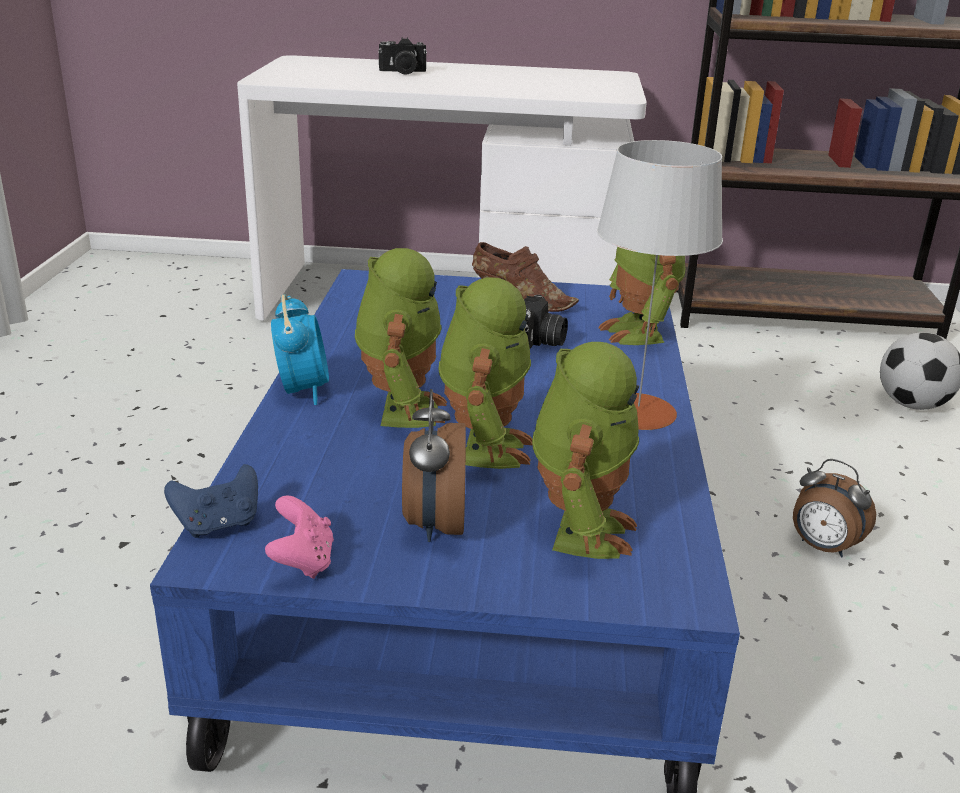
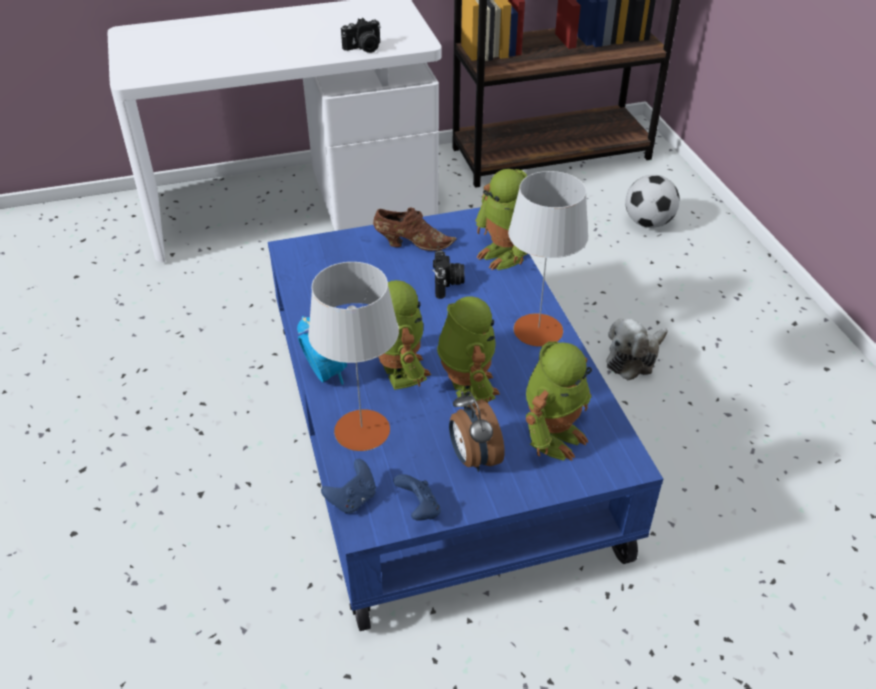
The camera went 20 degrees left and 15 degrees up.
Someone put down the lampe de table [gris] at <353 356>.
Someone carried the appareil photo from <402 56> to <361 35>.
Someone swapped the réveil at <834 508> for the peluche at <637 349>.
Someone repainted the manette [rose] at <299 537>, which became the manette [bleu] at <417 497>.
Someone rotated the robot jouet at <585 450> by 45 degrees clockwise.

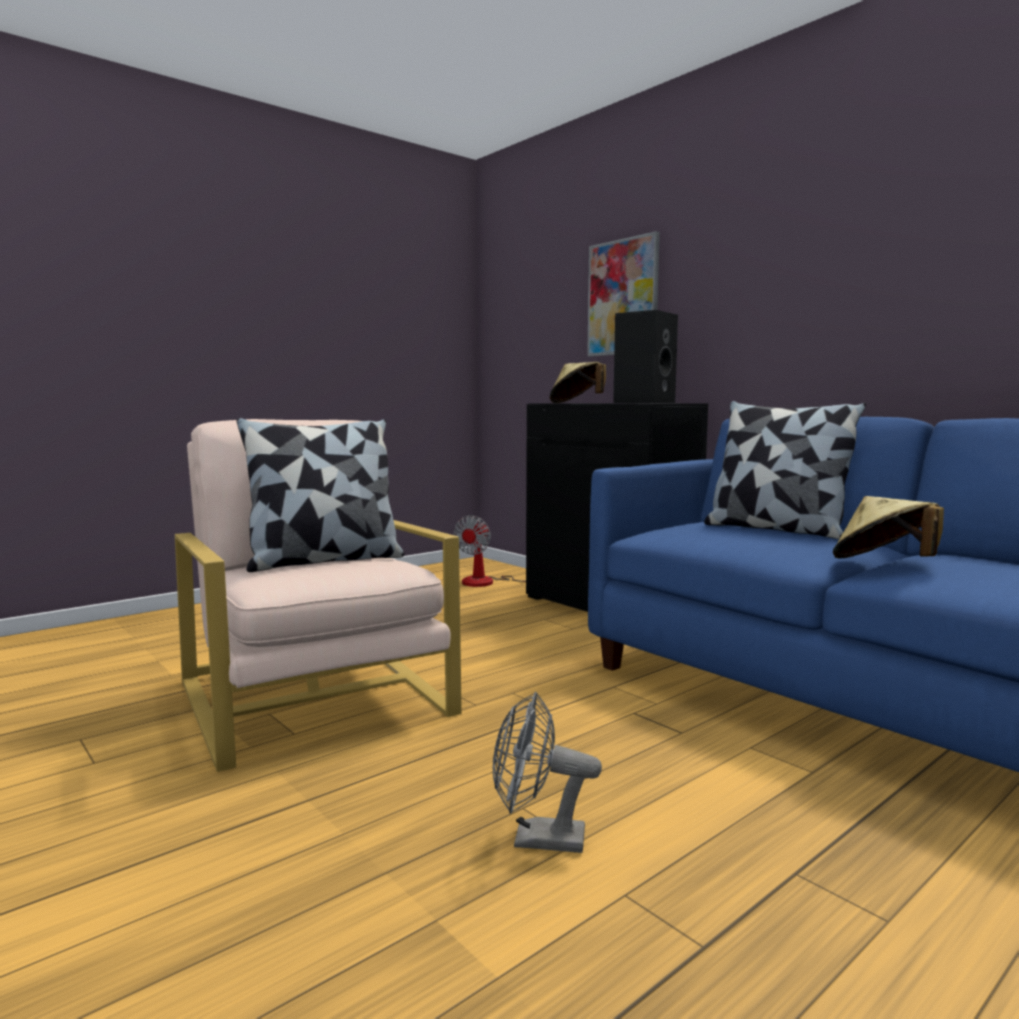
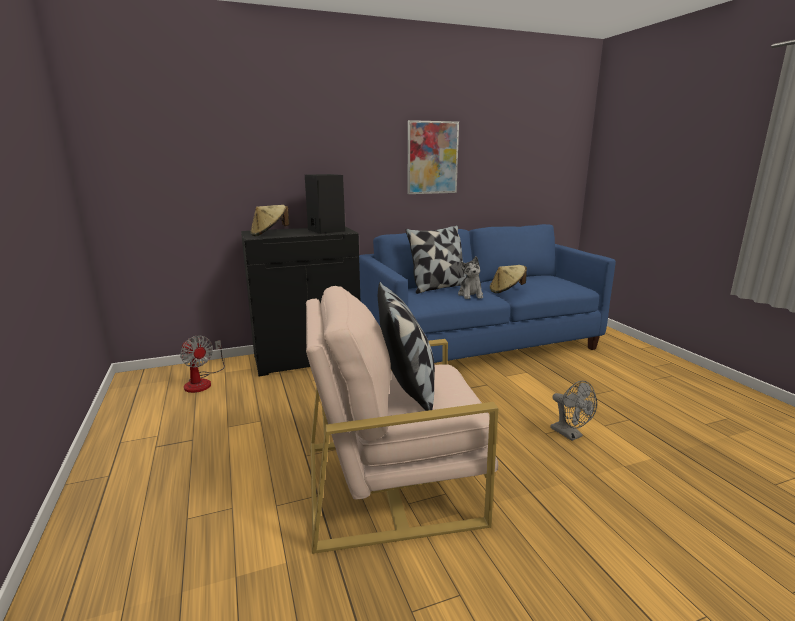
The camera went 70 degrees left and 10 degrees up.
Someone put down the peluche at <470 277>.
Someone carried the tableau from <623 294> to <433 157>.
Someone rotated the ventilateur [gris] at <547 772> by 60 degrees counterclockwise.

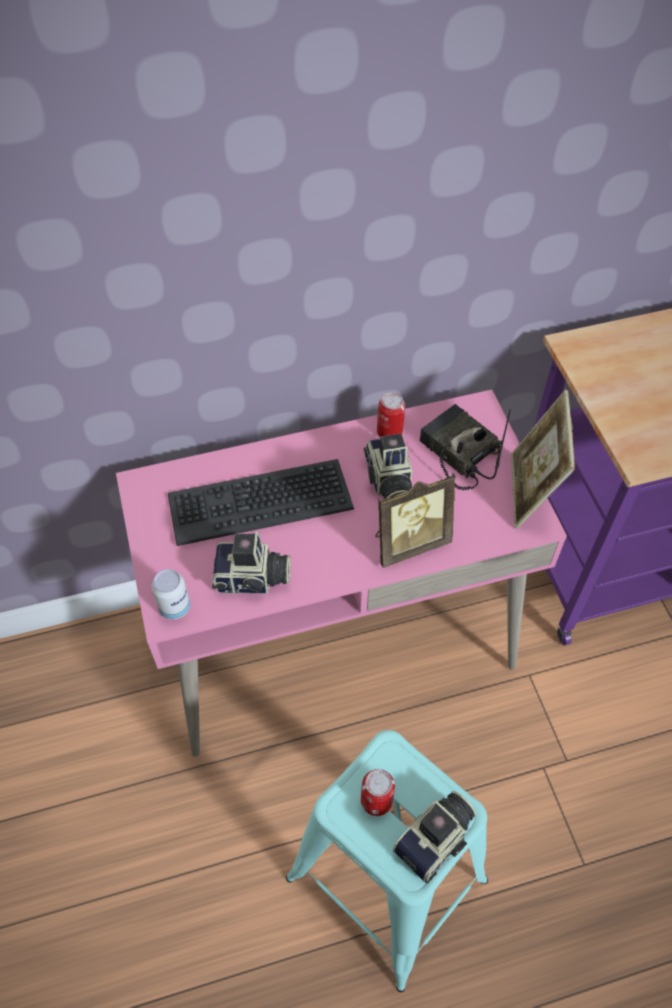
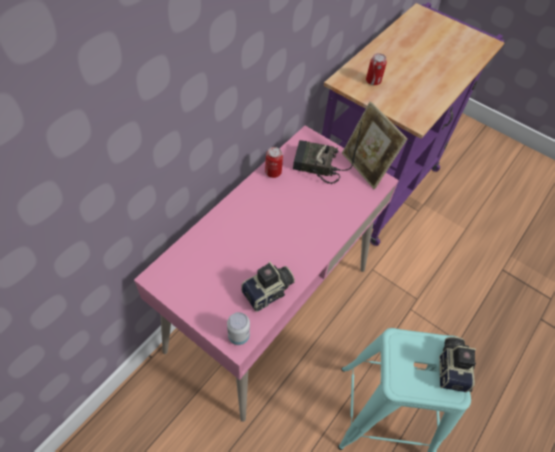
The camera went 40 degrees left and 0 degrees up.
Someone took away the clavier at <261 502>.
Someone took away the appareil photo at <388 466>.
Someone took away the cadre photo at <415 520>.
Someone carried the boîte métallique from <378 792> to <376 69>.

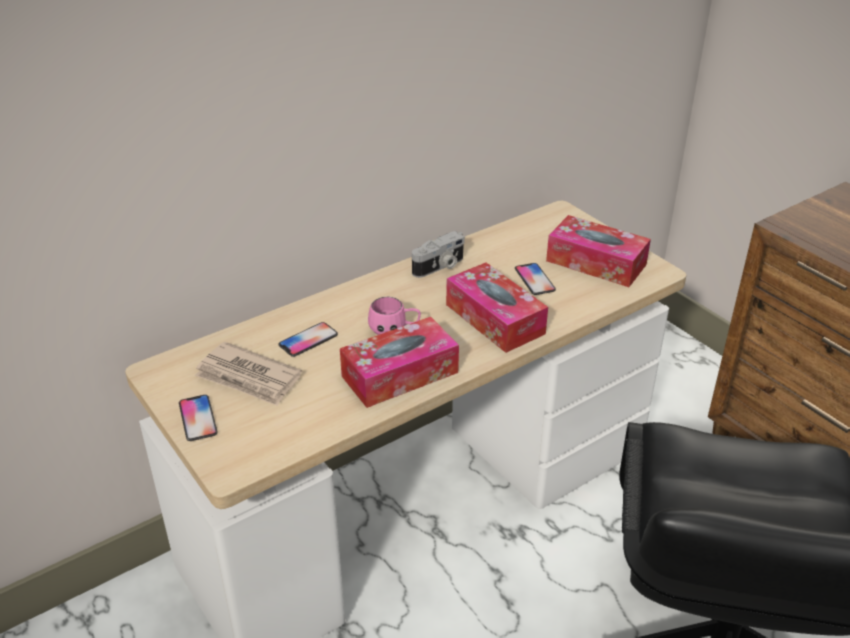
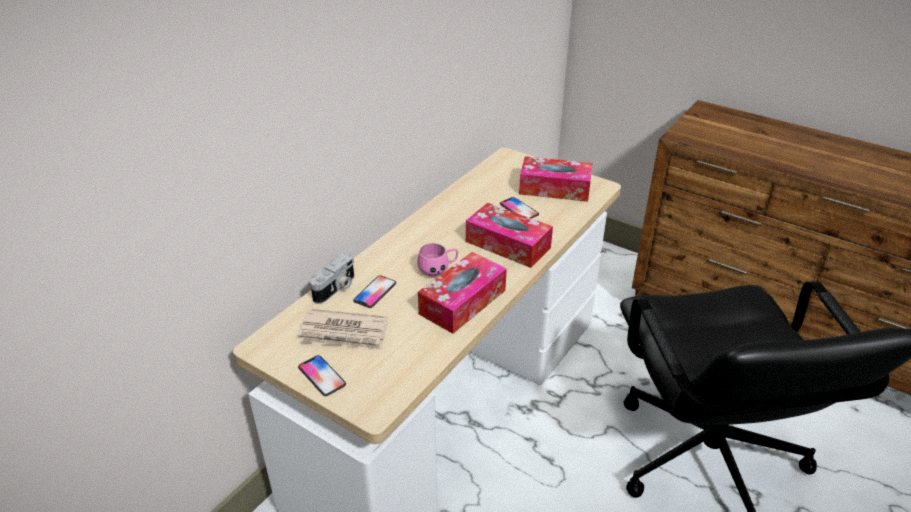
The camera went 20 degrees left and 0 degrees up.
Someone carried the appareil photo from <438 254> to <332 278>.

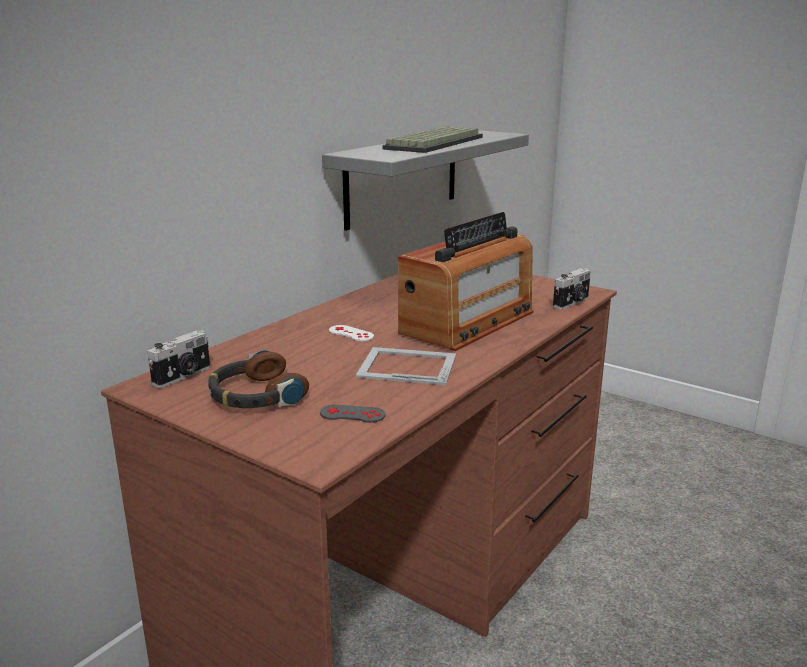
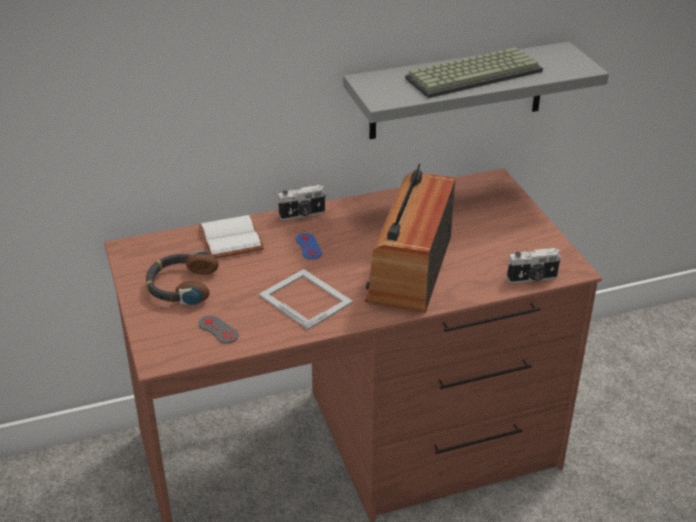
The camera went 35 degrees right and 15 degrees up.
Someone put down the livre [blanc] at <231 236>.
Someone carried the appareil photo from <178 359> to <301 202>.
Someone repainted the manette [blanc] at <351 333>, which became the manette [bleu] at <308 246>.
Someone rotated the radio at <465 281> by 120 degrees clockwise.

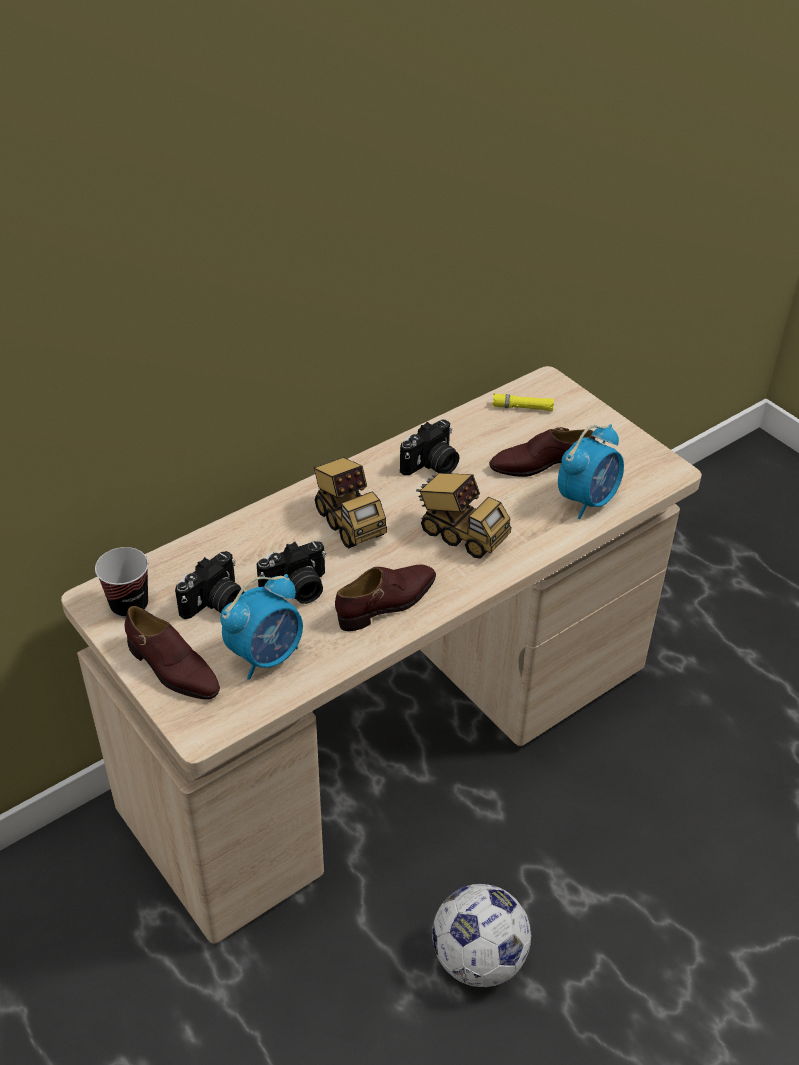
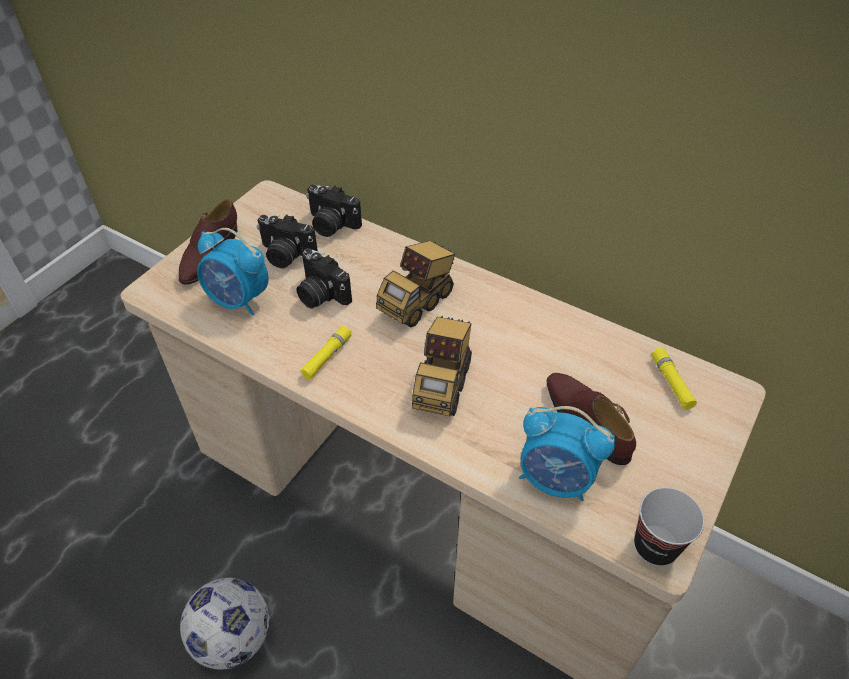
The camera went 70 degrees right and 5 degrees up.
Someone carried the tasse from <121 582> to <669 526>.
Someone carried the appareil photo from <429 448> to <334 210>.
Someone swapped the chaussure [marron] at <385 598> for the lampe de poche [jaune] at <326 352>.

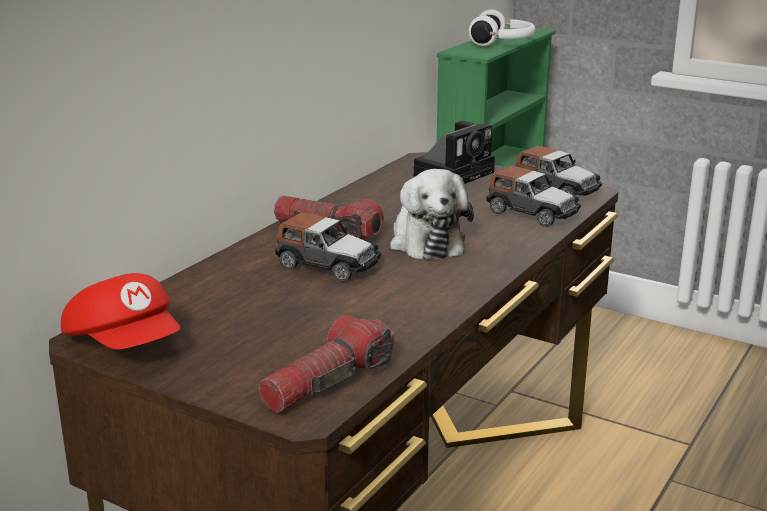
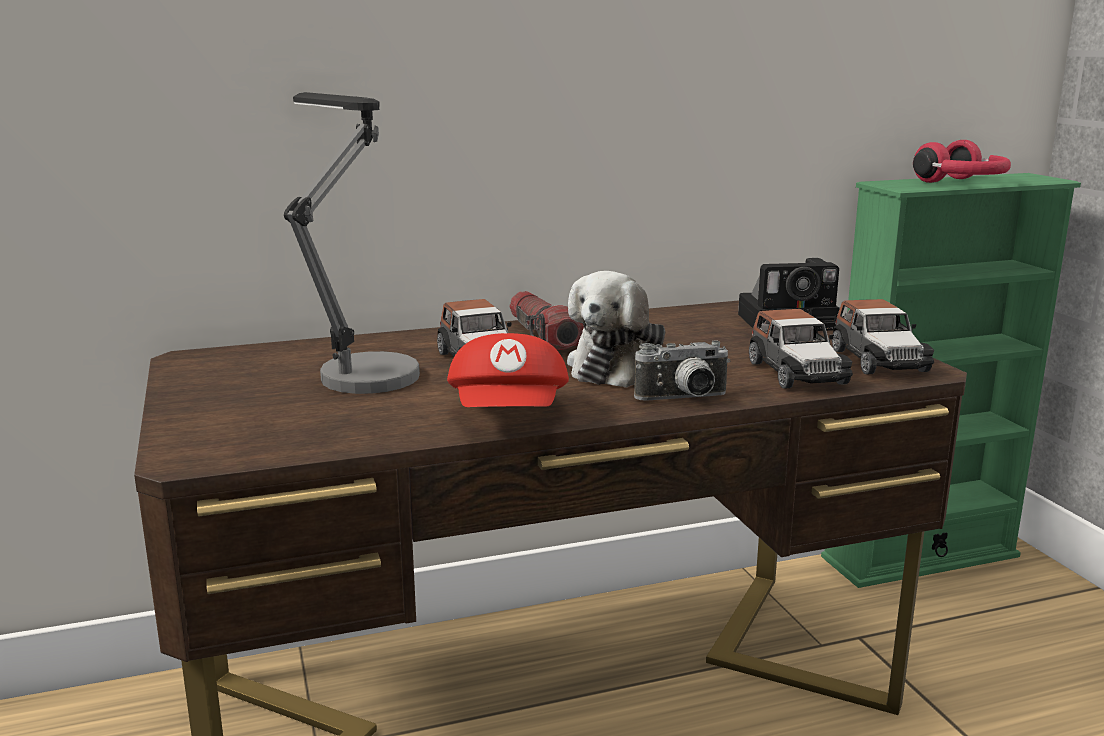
The camera went 40 degrees right and 5 degrees down.
Someone took away the lampe de poche at <327 364>.
Someone put down the lampe de table at <352 243>.
Someone put down the appareil photo at <682 371>.
Someone carried the casquette [rouge] from <121 311> to <508 370>.
Someone repainted the casque audio [blanc] at <501 27>, which became the casque audio [rouge] at <962 161>.

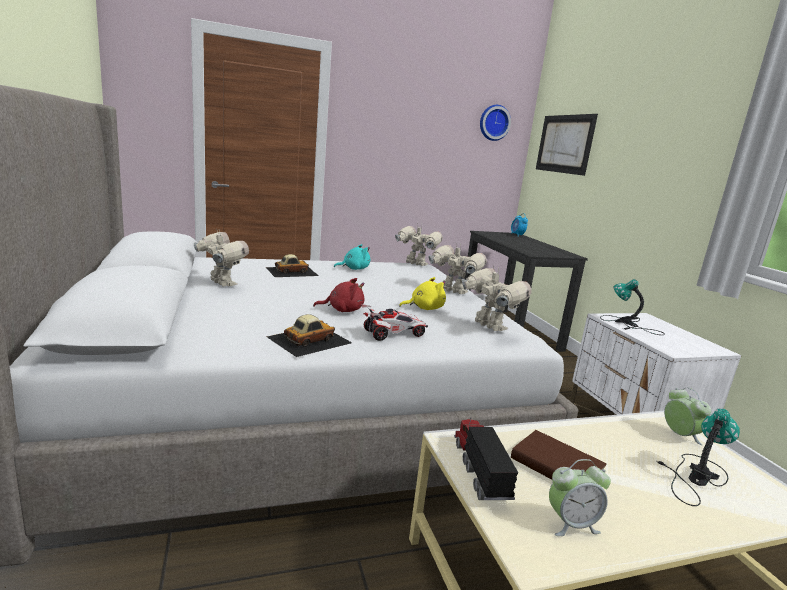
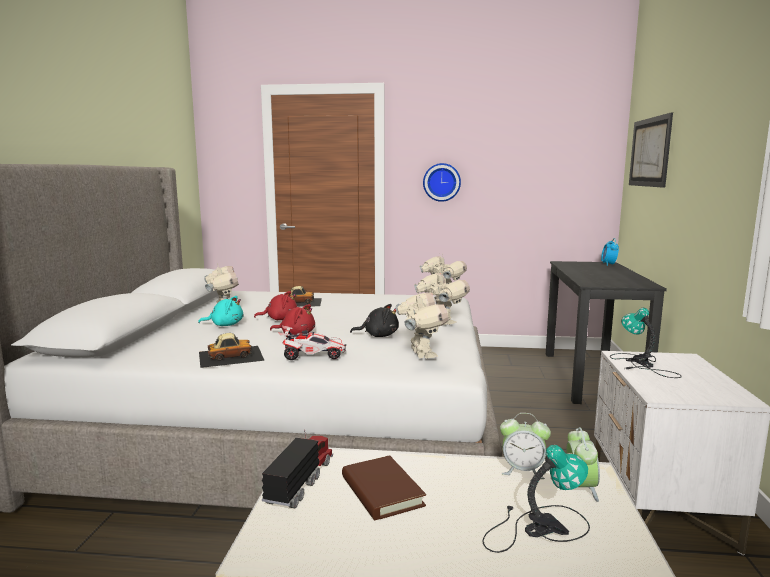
The camera went 25 degrees right and 5 degrees down.
Someone put down the peluche [rouge] at <275 305>.
Someone carried the peluche [turquoise] from <352 257> to <221 311>.
Someone carried the horloge murale from <495 123> to <442 182>.
Someone carried the réveil from <580 497> to <525 446>.
Someone repainted the peluche [jaune] at <422 293>, which became the peluche [noir] at <374 320>.

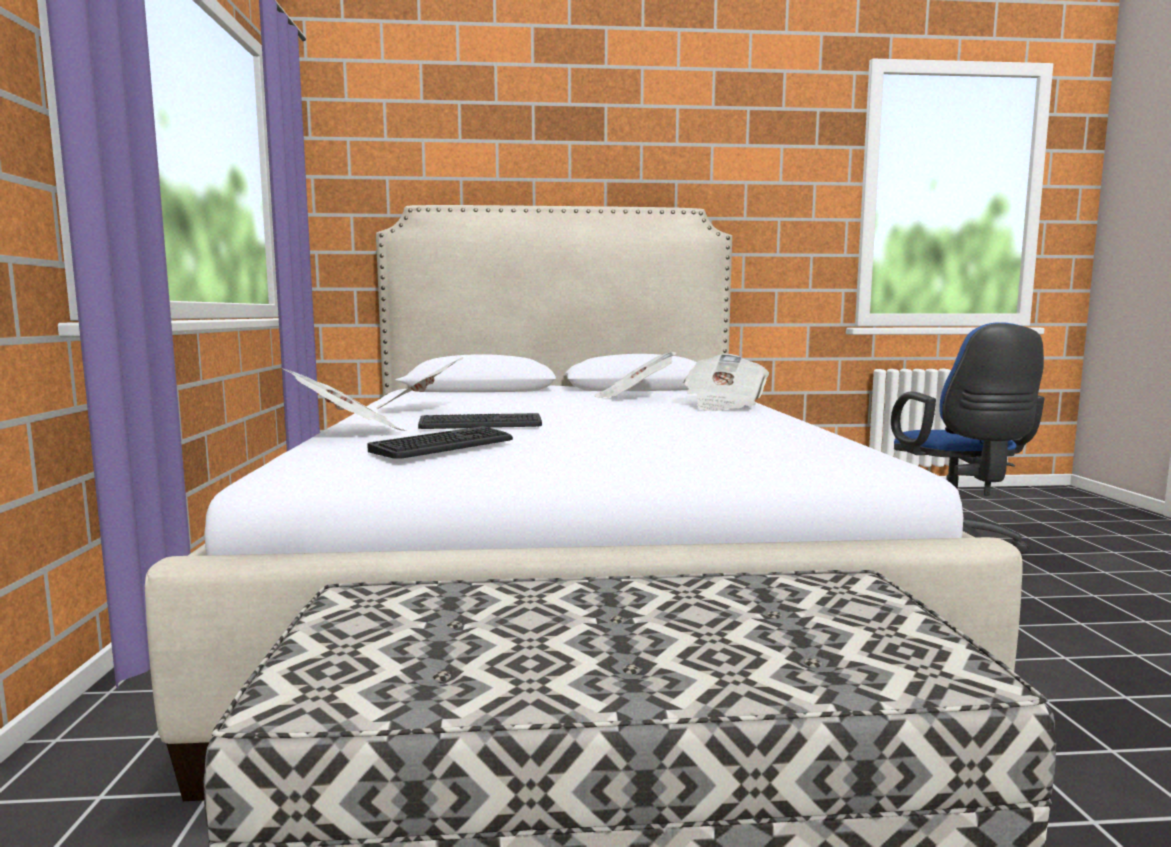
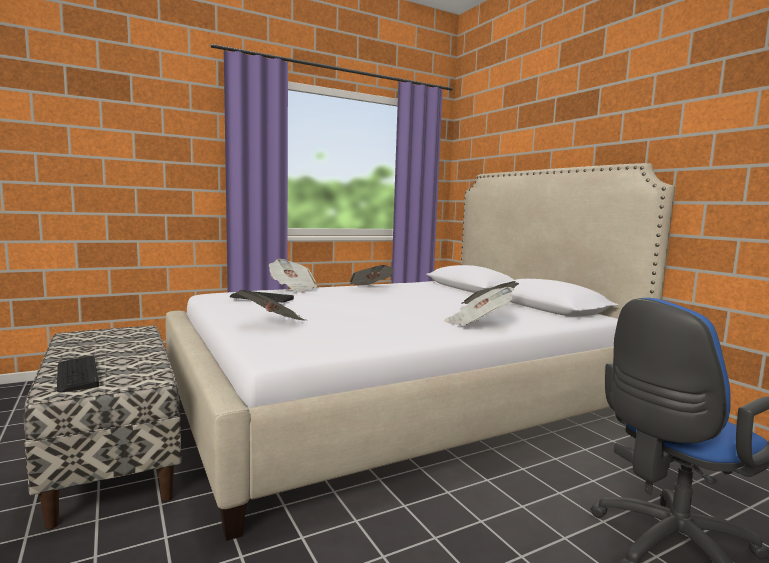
The camera went 65 degrees right and 0 degrees up.
Someone put down the journal at <270 305>.
Someone carried the clavier from <480 421> to <78 374>.

